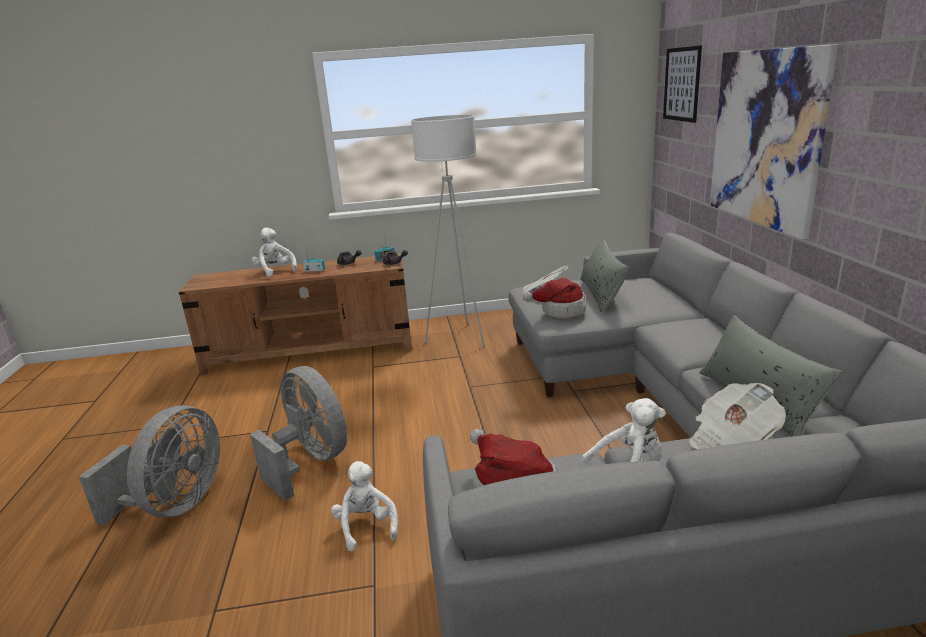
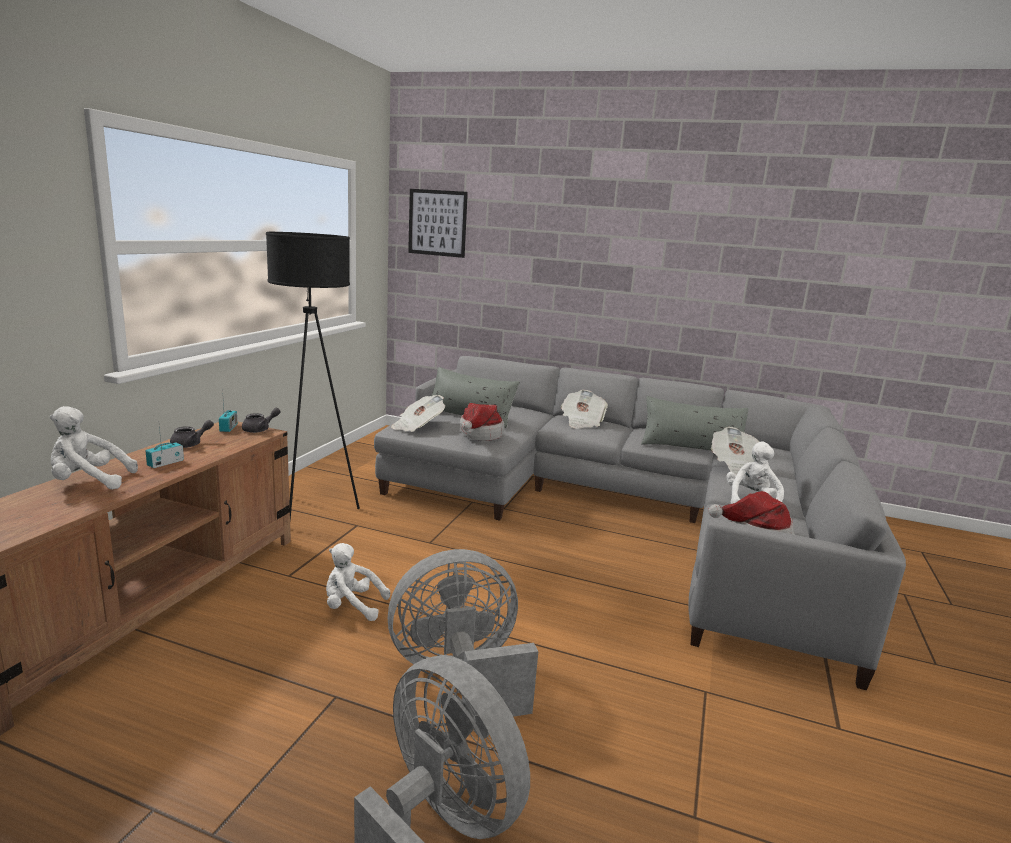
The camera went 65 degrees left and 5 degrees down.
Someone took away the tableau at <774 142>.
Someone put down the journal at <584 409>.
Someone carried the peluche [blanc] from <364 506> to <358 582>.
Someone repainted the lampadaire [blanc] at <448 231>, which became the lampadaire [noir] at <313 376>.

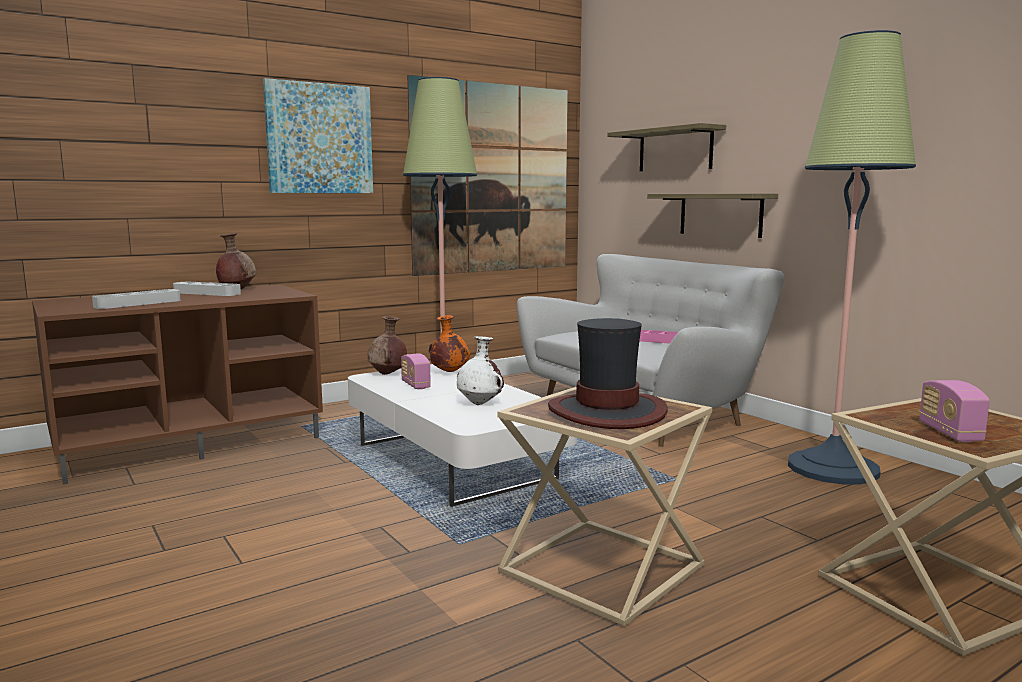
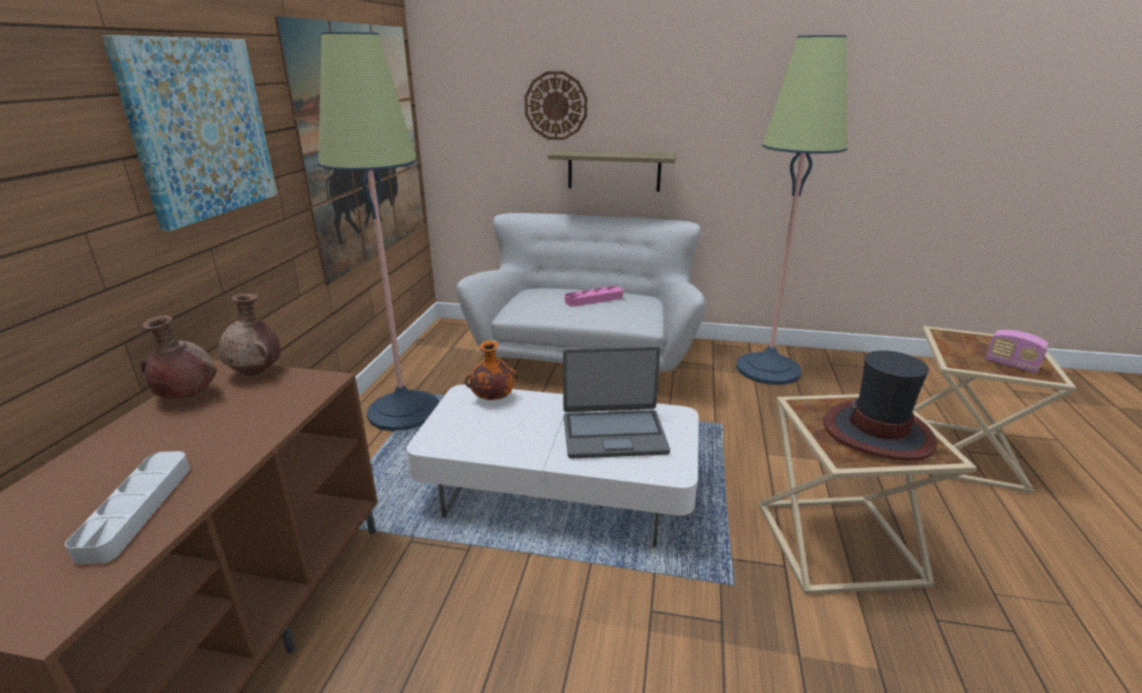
The camera went 45 degrees left and 15 degrees up.
Someone took away the plateau [gris] at <207 289>.
Someone took away the radio at <416 371>.
Someone carried the vase [marron] from <387 345> to <249 335>.
Someone swapped the vase [blanc] at <480 370> for the ordinateur portable at <616 402>.
Someone swapped the étagère at <666 147> for the horloge murale at <556 105>.

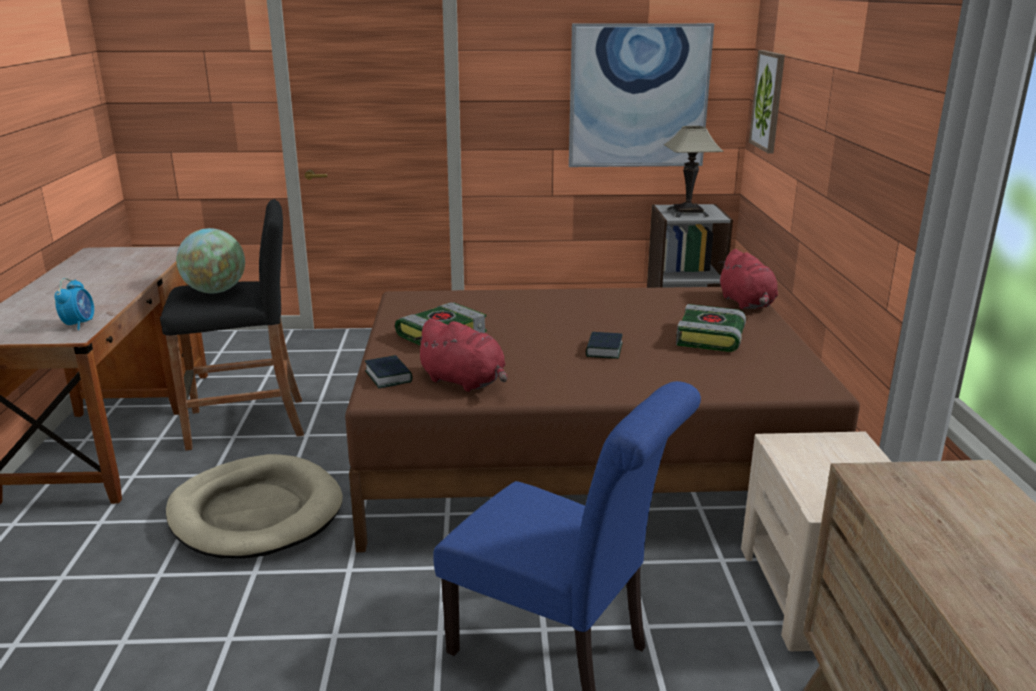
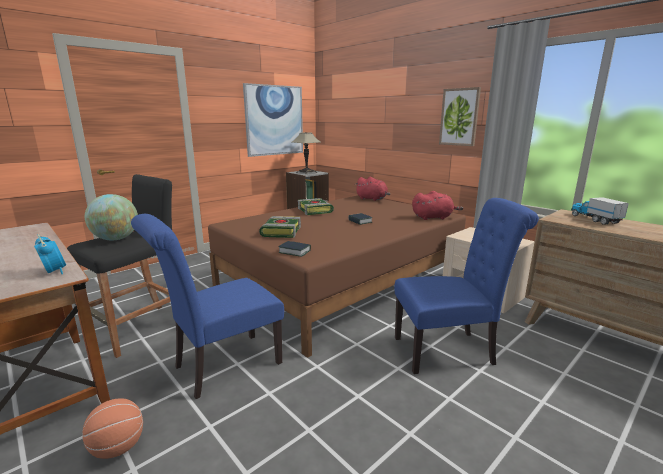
The camera went 40 degrees left and 5 degrees down.
Someone put down the ballon de basket at <112 428>.
Someone put down the camion jouet at <600 211>.
Someone carried the peluche [rouge] from <460 355> to <438 205>.
Someone carried the livre from <711 328> to <316 206>.
Someone carried the tableau from <767 102> to <460 116>.
Someone swapped the panier pour chien [beige] at <254 506> for the chaise [bleu] at <207 306>.

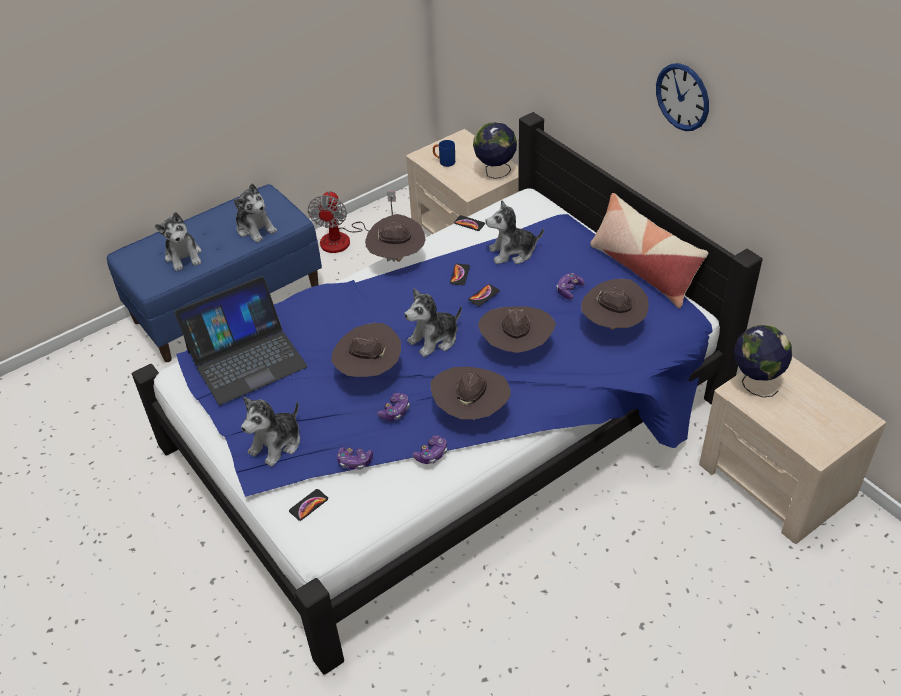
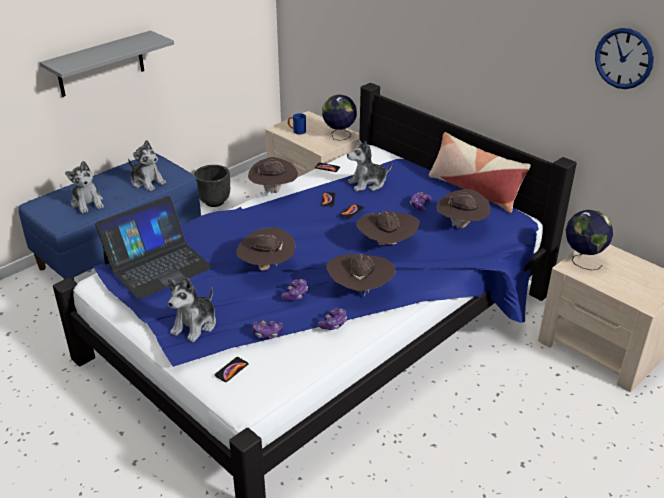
The camera went 10 degrees left and 10 degrees down.
Someone took away the peluche at <433 322>.
Someone put up the étagère [gris] at <107 64>.
Someone carried the horloge murale from <682 97> to <624 58>.
Someone swapped the ventilateur at <351 222> for the cache-pot [noir] at <212 186>.

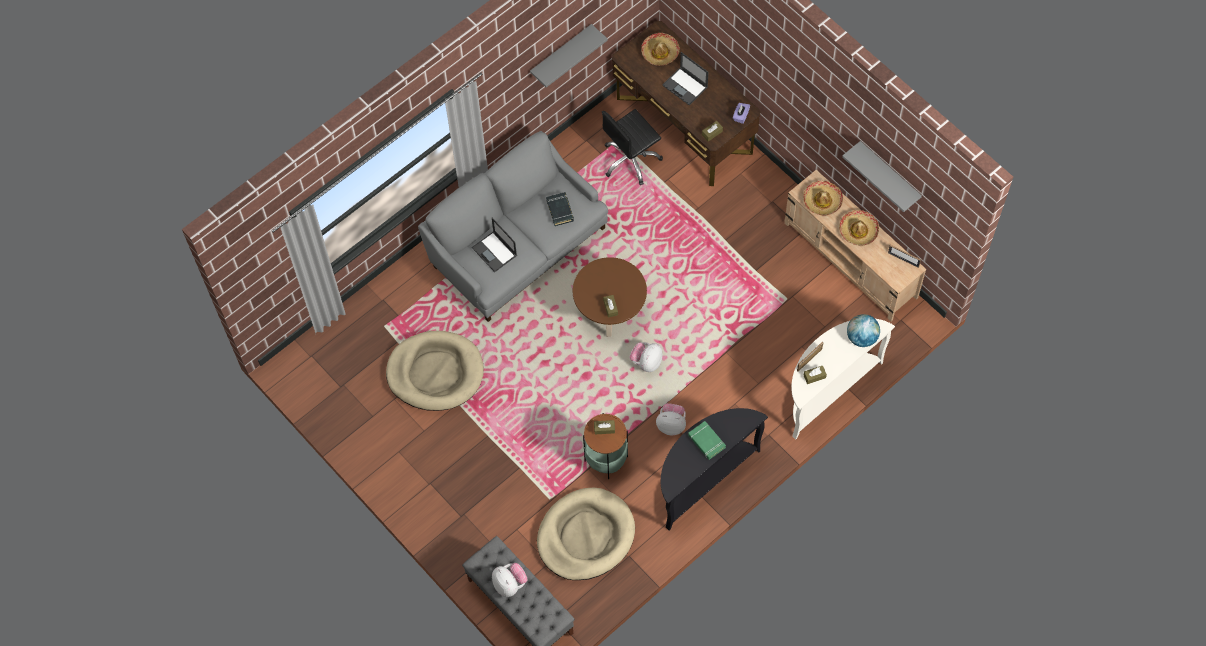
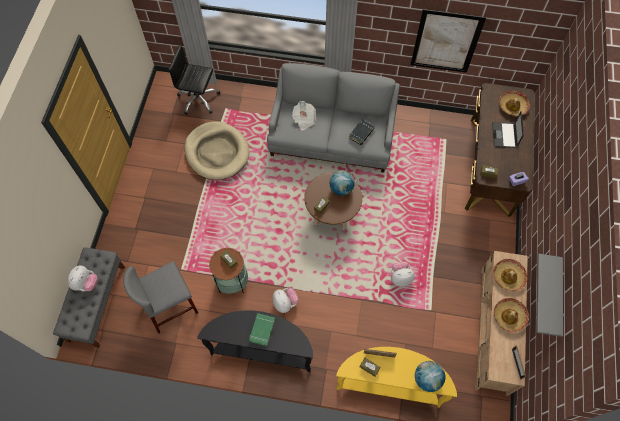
The camera went 50 degrees right and 0 degrees up.
Someone put down the globe at <342 183>.
Someone carried the chaise de bureau [noir] from <632 147> to <194 80>.
Someone carried the peluche from <646 357> to <403 274>.
Someone swapped the ordinateur portable at <494 245> for the journal at <303 116>.
Someone swapped the étagère [gris] at <569 55> for the tableau at <448 41>.
Someone swapped the panier pour chien [beige] at <586 533> for the tabouret [gris] at <160 297>.
Someone repainted the table console [blanc] at <843 379>, which became the table console [jaune] at <396 377>.

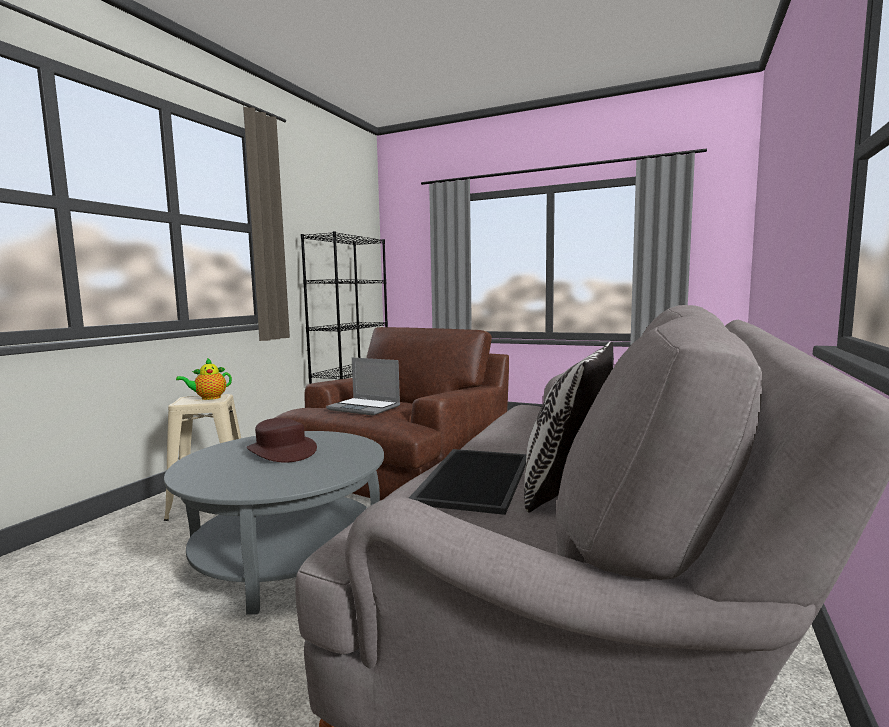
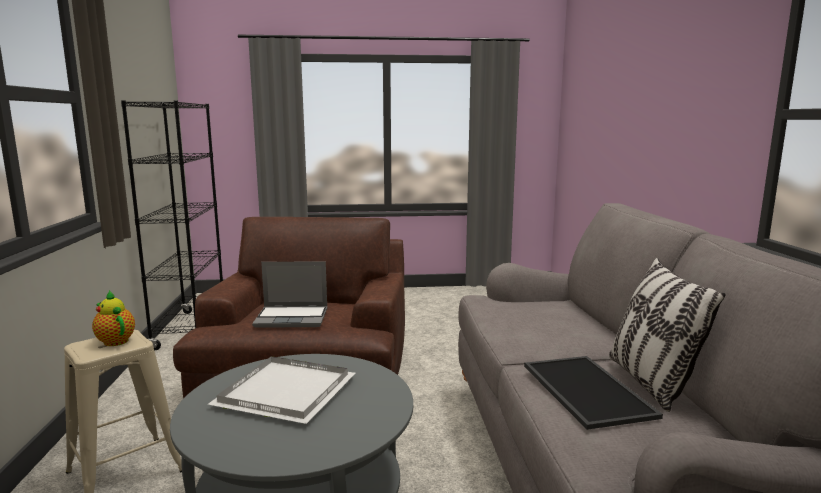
The camera went 30 degrees left and 5 degrees up.
Someone swapped the chapeau [marron] at <282 440> for the plateau [blanc] at <281 390>.
Someone rotated the théière at <204 379> by 105 degrees clockwise.

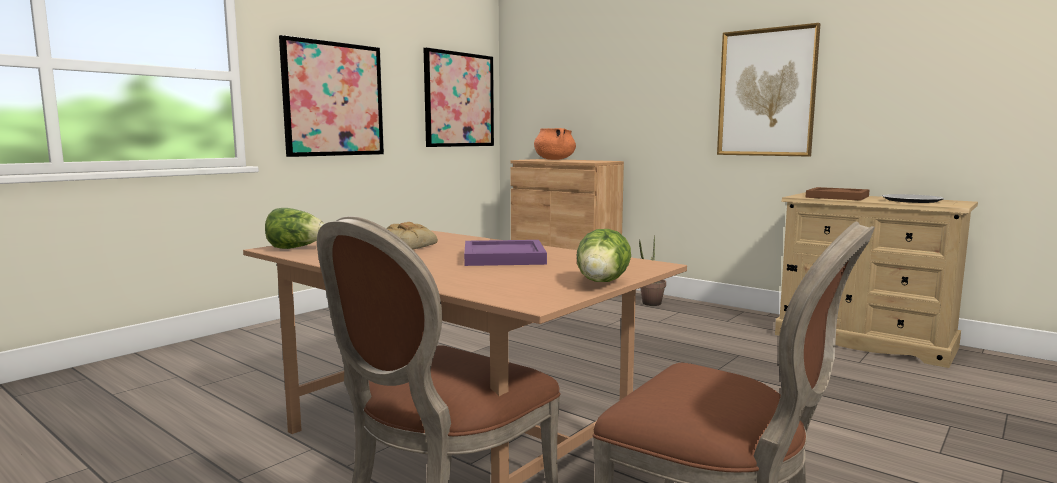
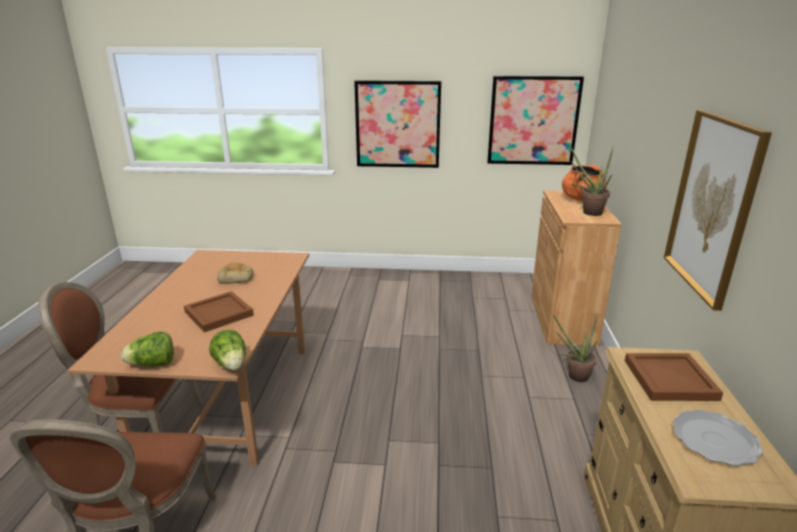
The camera went 55 degrees right and 15 degrees up.
Someone put down the plante en pot at <590 179>.
Someone carried the laitue from <295 228> to <227 350>.
Someone repainted the plateau [violet] at <505 253>, which became the plateau [marron] at <219 311>.

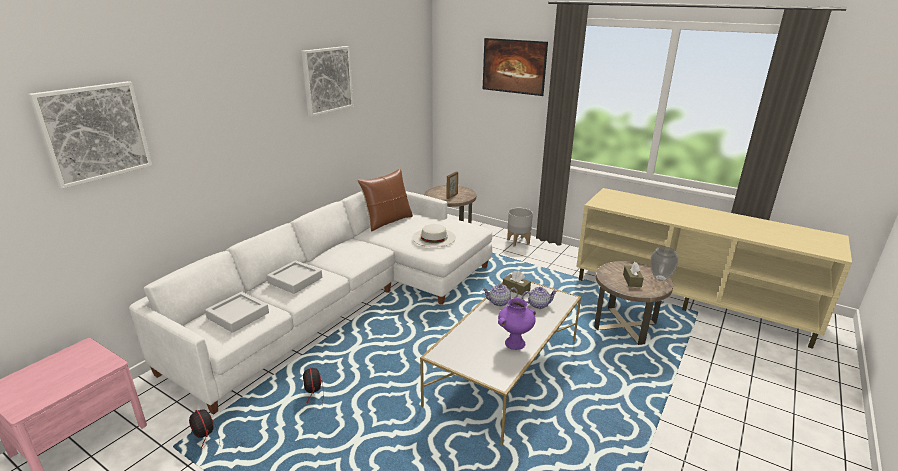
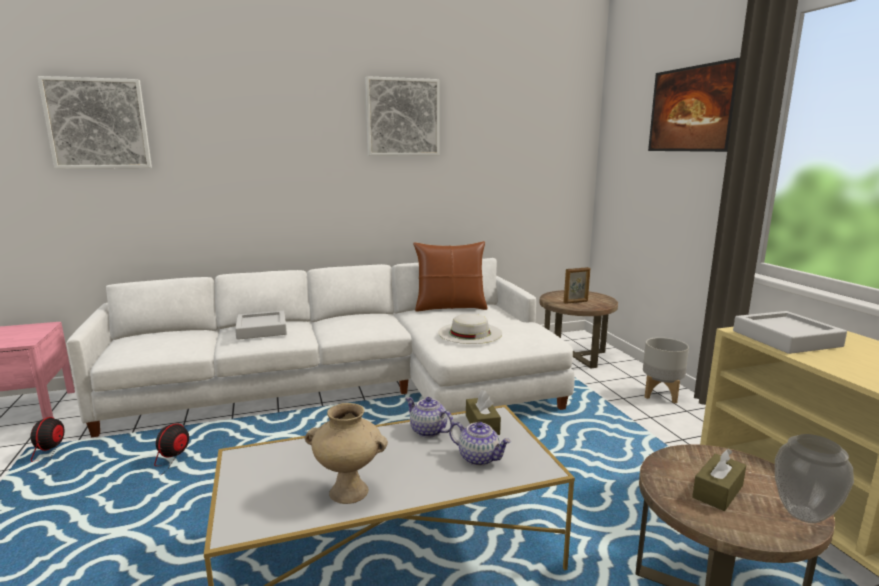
The camera went 40 degrees right and 10 degrees down.
Someone carried the plateau [gris] from <237 312> to <790 332>.
Someone repainted the vase [violet] at <517 324>, which became the vase [beige] at <346 453>.

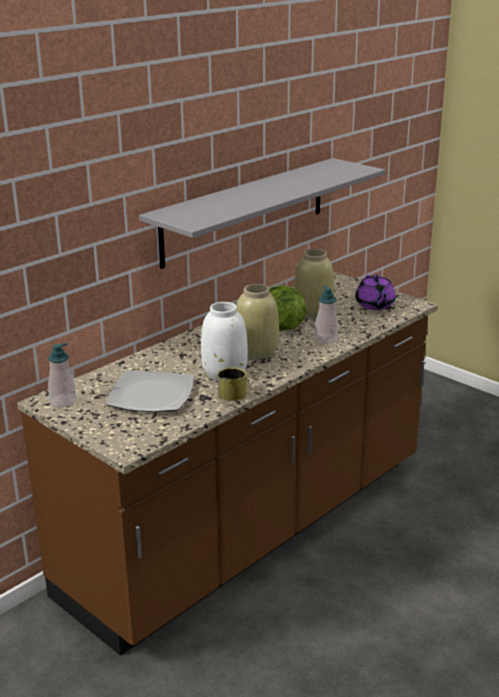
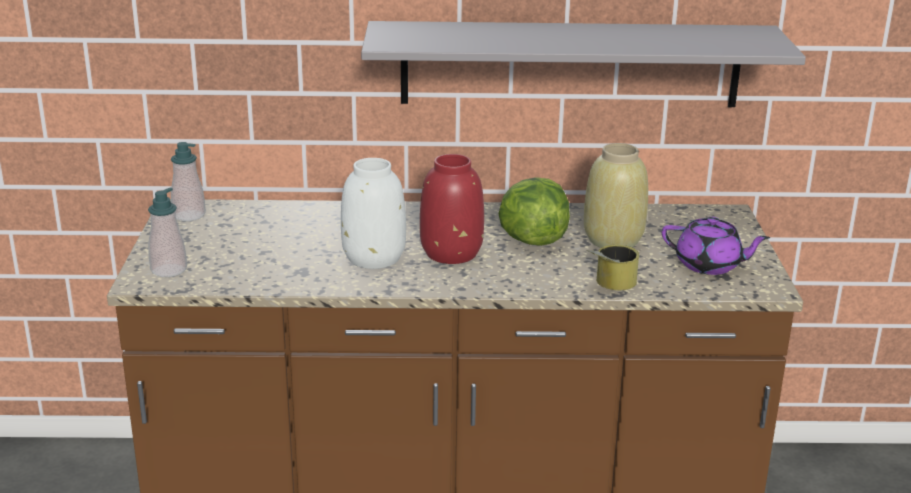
The camera went 45 degrees right and 0 degrees up.
Someone took away the assiette at <150 391>.
Someone carried the boîte métallique from <232 384> to <612 267>.
Someone carried the distributeur de savon from <326 314> to <167 232>.
Someone repainted the vase [beige] at <257 322>, which became the vase [rouge] at <452 209>.
Someone rotated the théière [violet] at <375 292> by 105 degrees counterclockwise.

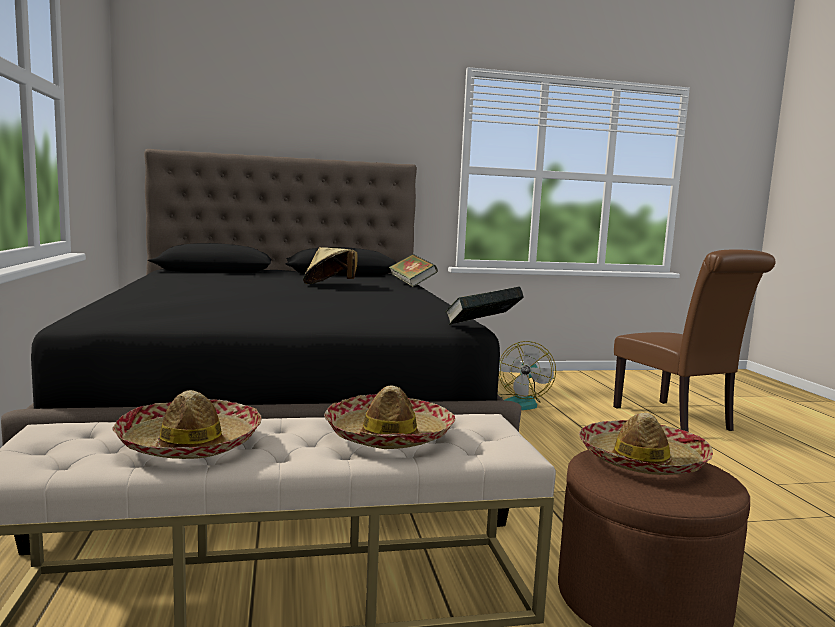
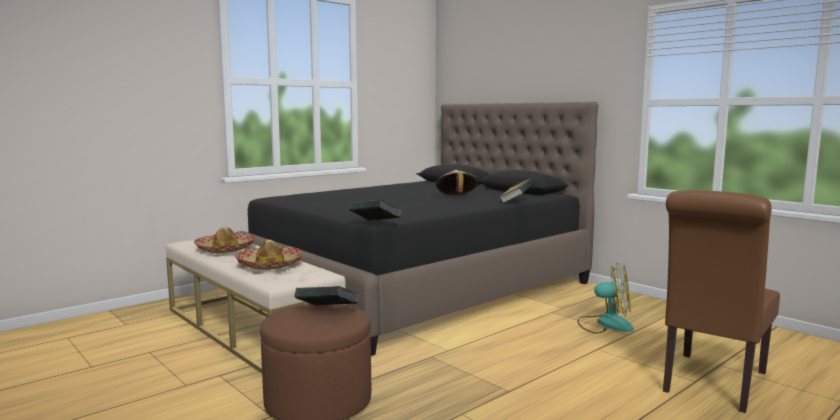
The camera went 60 degrees right and 0 degrees up.
Someone swapped the chapeau at <646 444> for the livre at <326 296>.
Someone rotated the ventilateur at <527 375> by 150 degrees counterclockwise.

